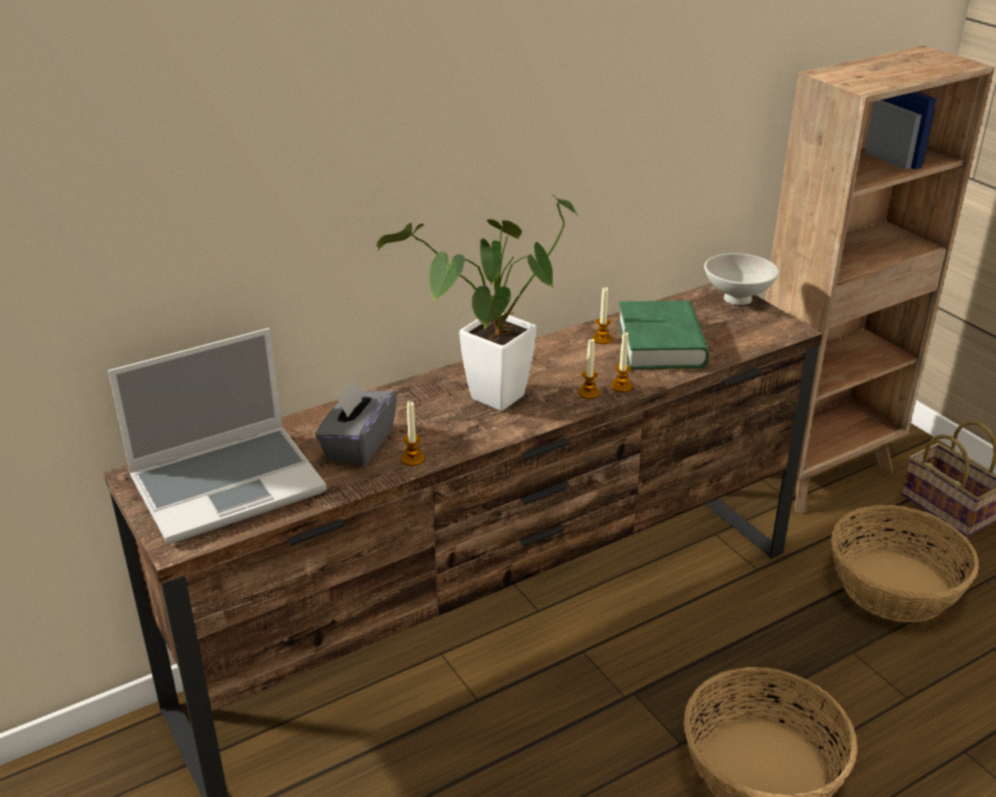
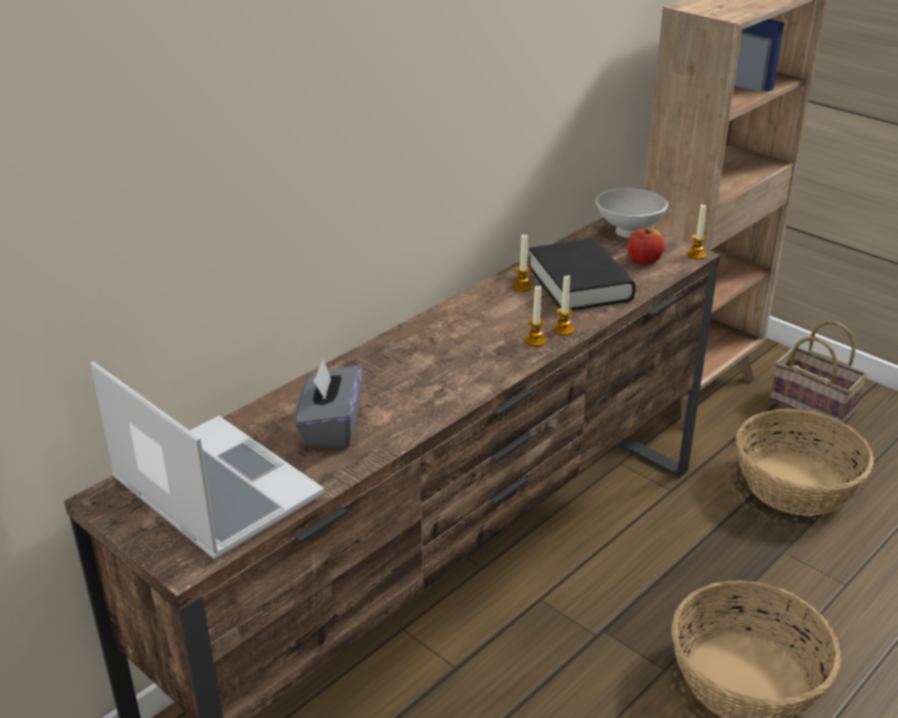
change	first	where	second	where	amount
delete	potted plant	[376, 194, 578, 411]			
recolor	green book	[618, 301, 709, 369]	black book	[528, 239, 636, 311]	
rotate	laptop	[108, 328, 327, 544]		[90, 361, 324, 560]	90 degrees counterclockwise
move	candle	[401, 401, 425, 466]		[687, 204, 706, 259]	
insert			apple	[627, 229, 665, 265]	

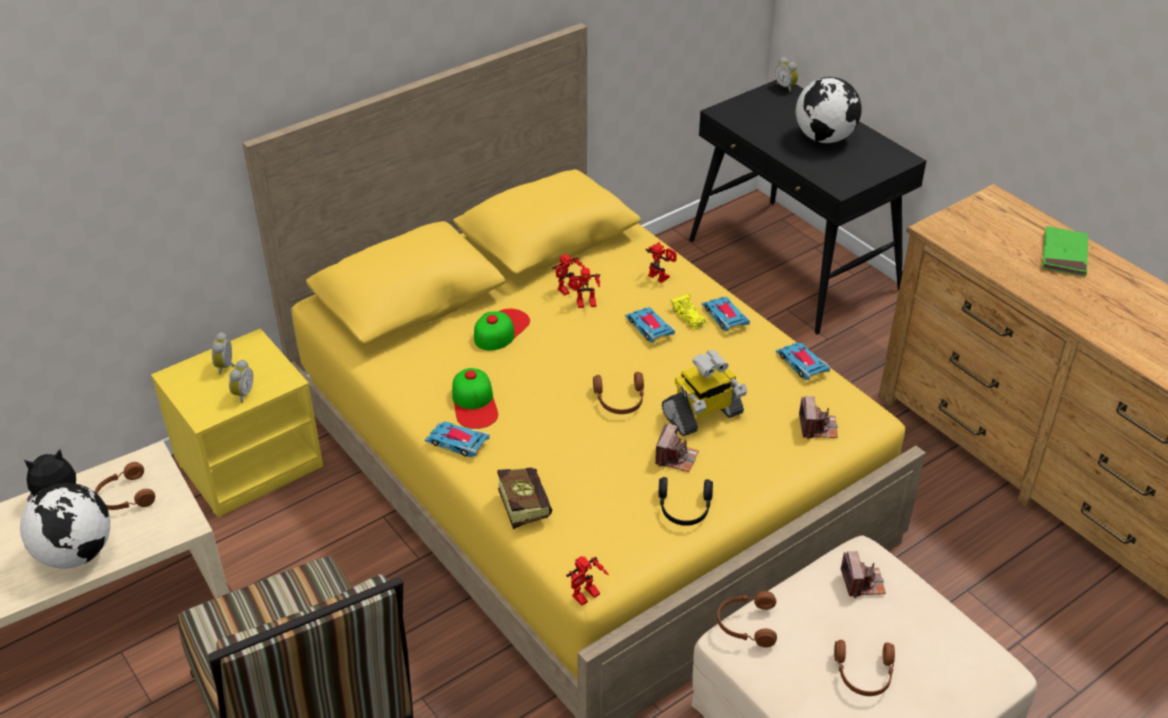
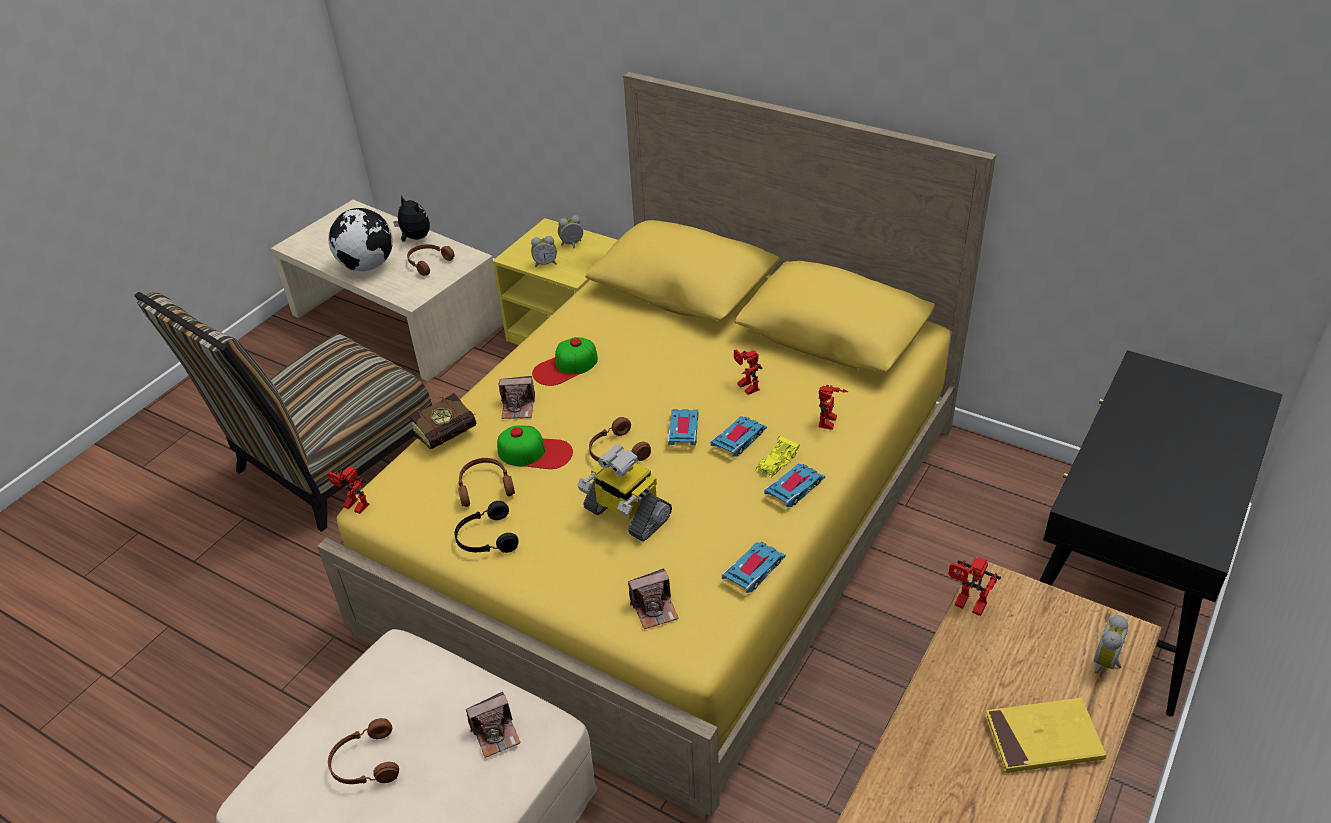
change	first	where	second	where	amount
move	alarm clock	[775, 57, 798, 92]		[1094, 615, 1128, 674]	
delete	globe	[796, 77, 862, 143]			
recolor	green book	[1042, 226, 1088, 276]	yellow book	[985, 698, 1106, 773]	
move	toy robot	[553, 254, 585, 295]		[948, 557, 1001, 616]	
move	cap	[474, 309, 530, 351]		[497, 425, 573, 469]	
move	toy car	[425, 422, 490, 457]		[668, 409, 698, 446]	
move	photo camera	[655, 423, 699, 472]		[498, 376, 535, 419]	
move	brown headphones	[717, 591, 777, 647]		[458, 458, 515, 507]	

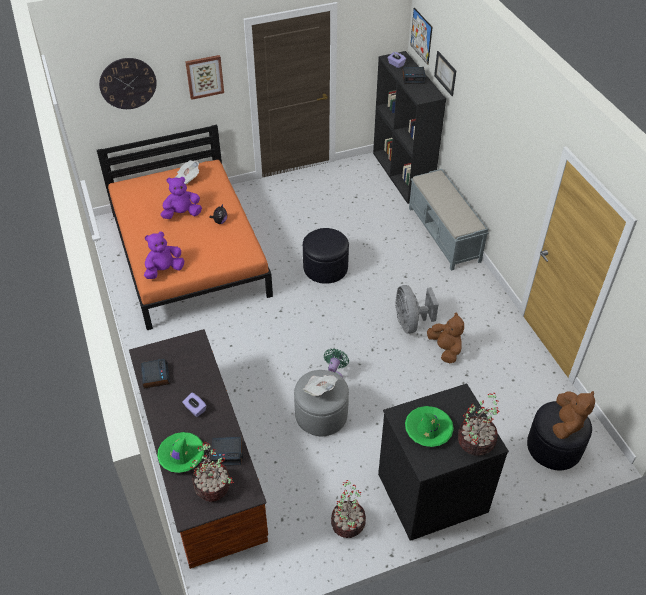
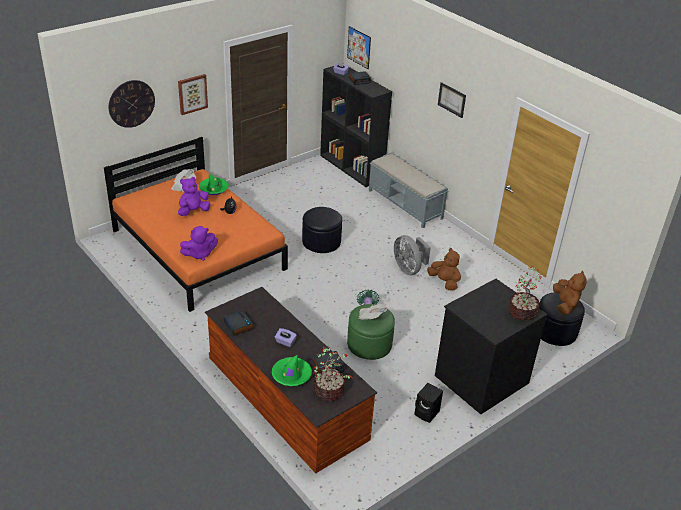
change	first	where	second	where	amount
move	picture	[434, 51, 456, 96]		[438, 82, 466, 118]	
rotate	purple plush toy	[144, 232, 184, 279]		[180, 226, 218, 261]	150 degrees counterclockwise
recolor	grey ottoman	[294, 370, 349, 436]	green ottoman	[347, 304, 395, 360]	
move	green hat	[405, 406, 454, 447]		[199, 174, 229, 195]	
replace	potted plant	[331, 480, 366, 538]	black speaker	[414, 383, 443, 423]	

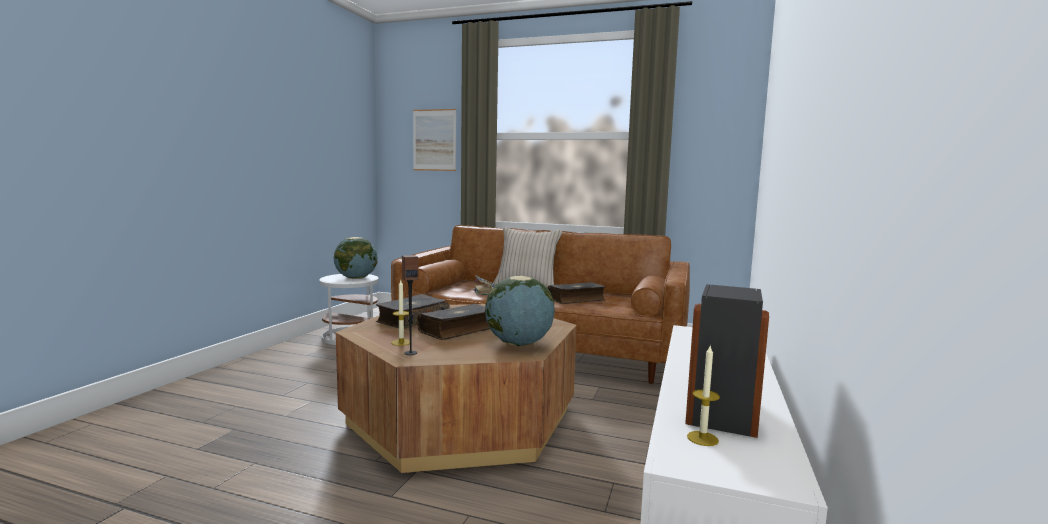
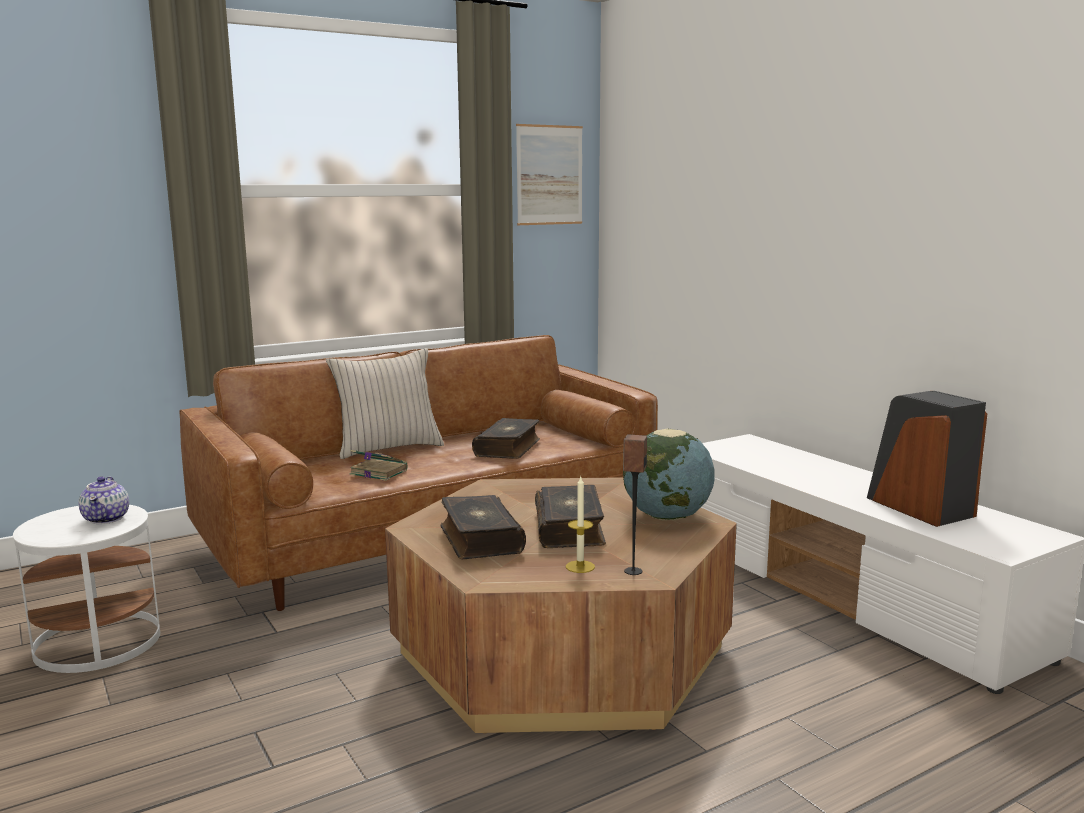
change	first	where	second	where	amount
move	picture	[413, 109, 456, 171]		[516, 124, 583, 225]	
replace	globe	[334, 237, 378, 279]	teapot	[78, 476, 129, 524]	
delete	candle	[687, 346, 720, 446]			

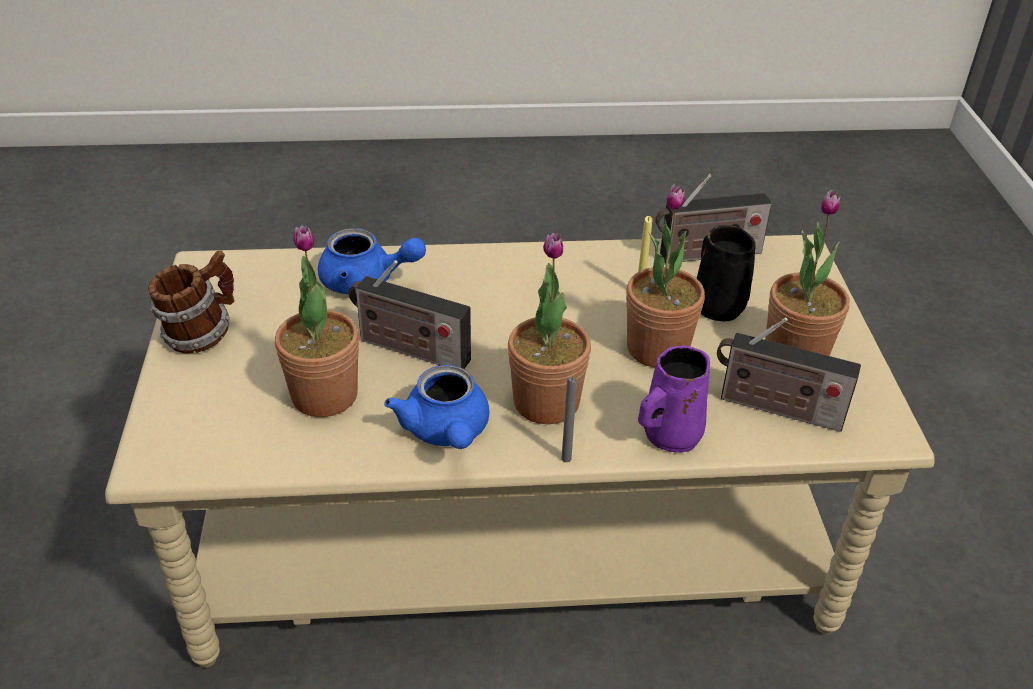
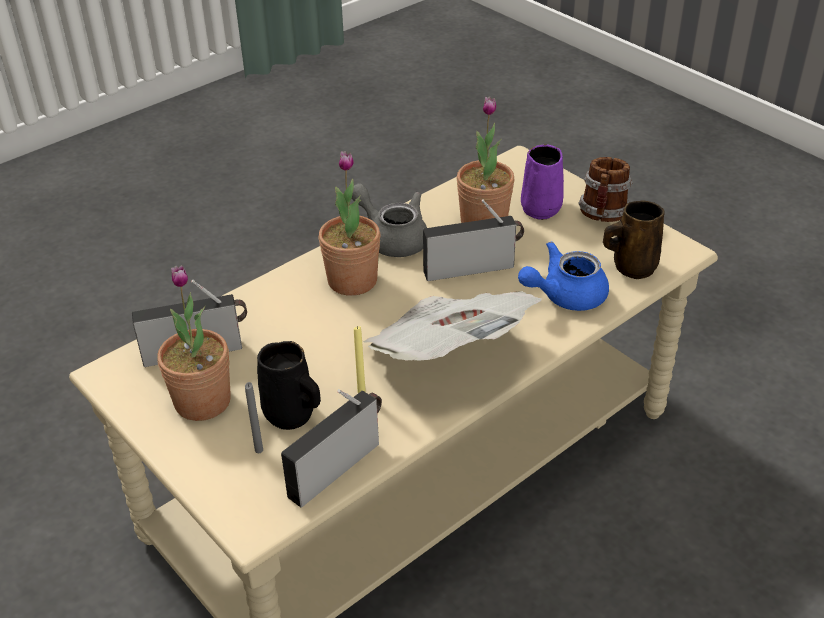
change	first	where	second	where	amount
delete	potted plant	[626, 184, 705, 368]			
move	purple mug	[638, 346, 710, 453]		[521, 144, 564, 220]	
recolor	blue teapot	[384, 365, 490, 449]	grey teapot	[352, 184, 427, 257]	
move	grey candle	[562, 377, 577, 462]		[245, 382, 263, 453]	
insert			brown mug	[603, 200, 665, 279]	
insert			newspaper	[363, 291, 542, 361]	

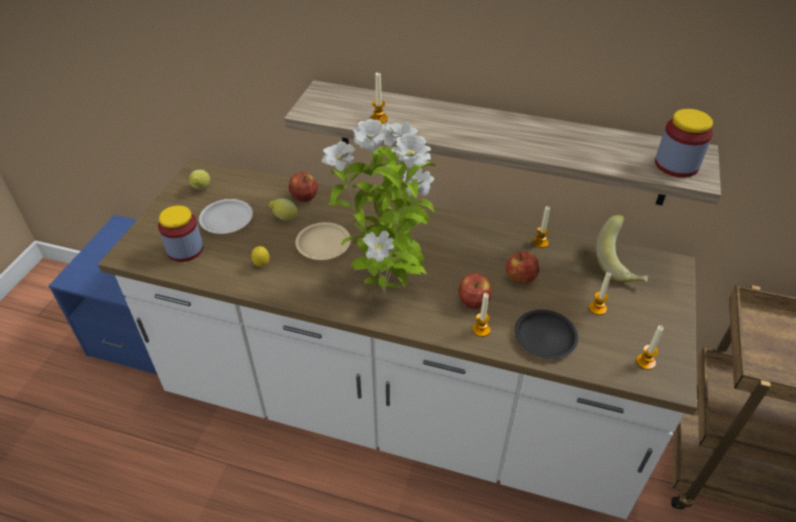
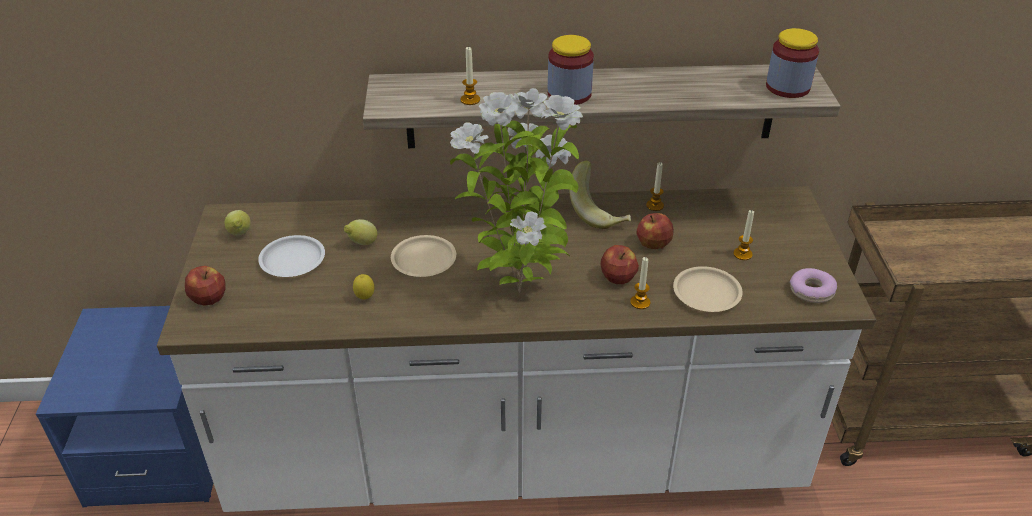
change	first	where	second	where	amount
move	apple	[288, 172, 318, 202]		[185, 266, 226, 306]	
move	jar	[158, 205, 203, 262]		[548, 35, 594, 105]	
move	banana	[596, 215, 648, 283]		[569, 160, 631, 229]	
recolor	black plate	[514, 310, 578, 359]	beige plate	[673, 266, 743, 312]	
replace	candle	[636, 325, 664, 370]	donut	[790, 268, 837, 303]	

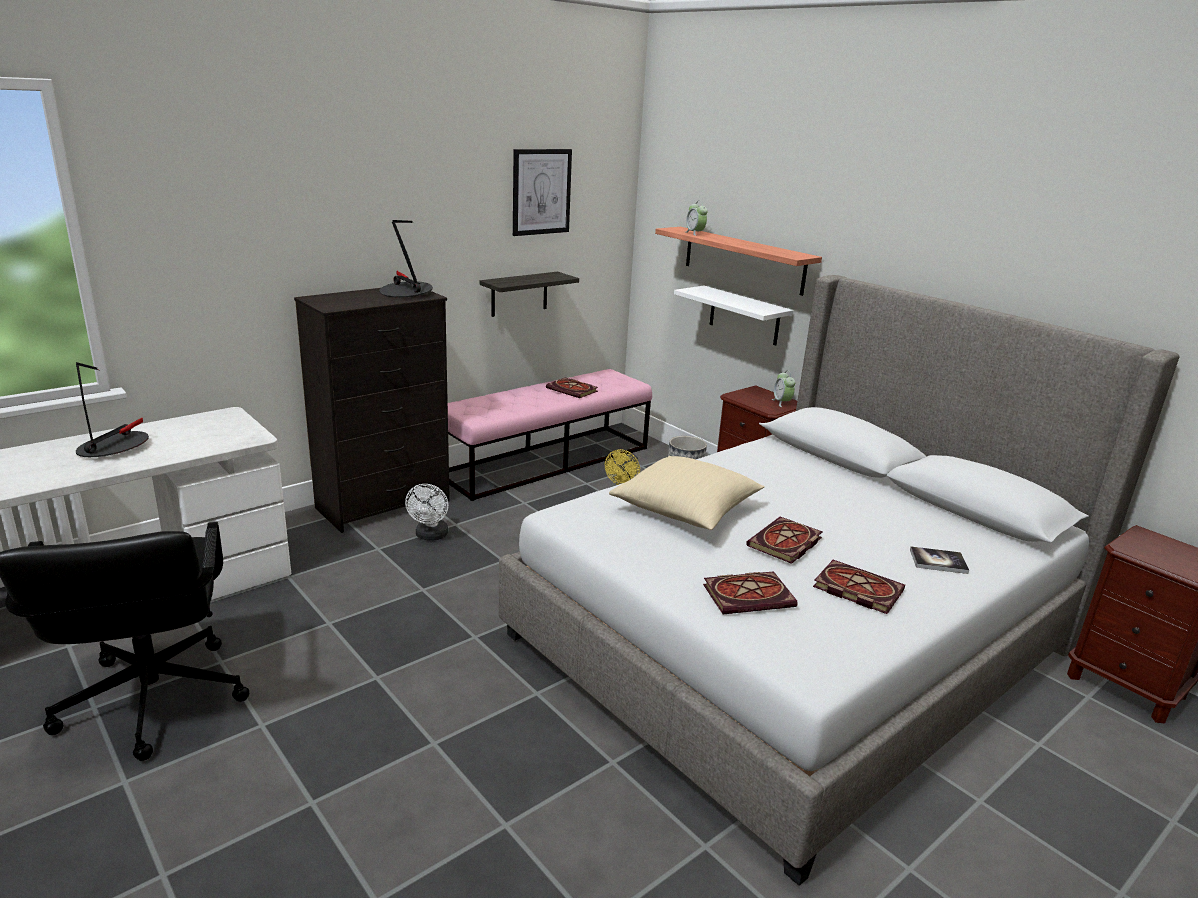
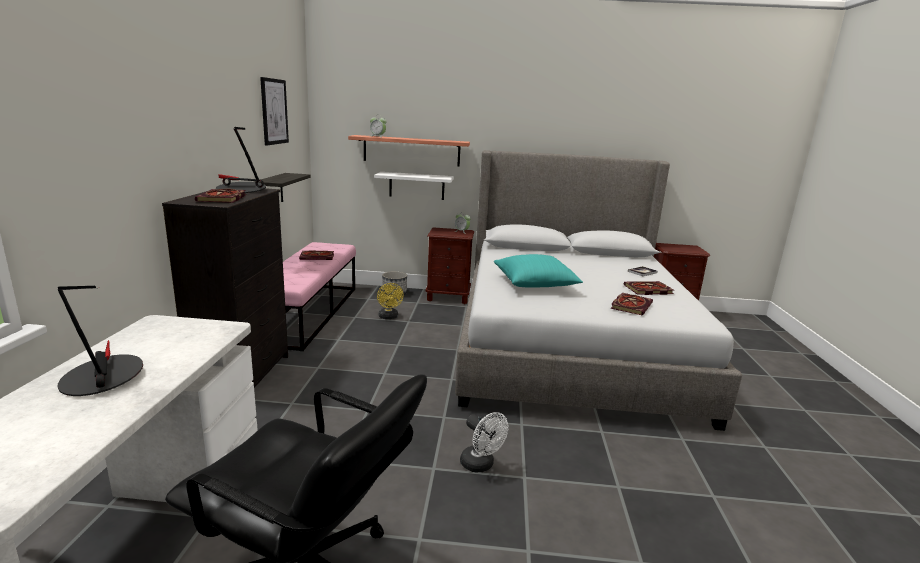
change	first	where	second	where	amount
recolor	beige pillow	[609, 456, 765, 530]	turquoise pillow	[494, 254, 583, 287]	
move	white fan	[405, 484, 449, 540]		[460, 412, 509, 472]	
move	book	[746, 517, 822, 564]		[195, 189, 246, 203]	

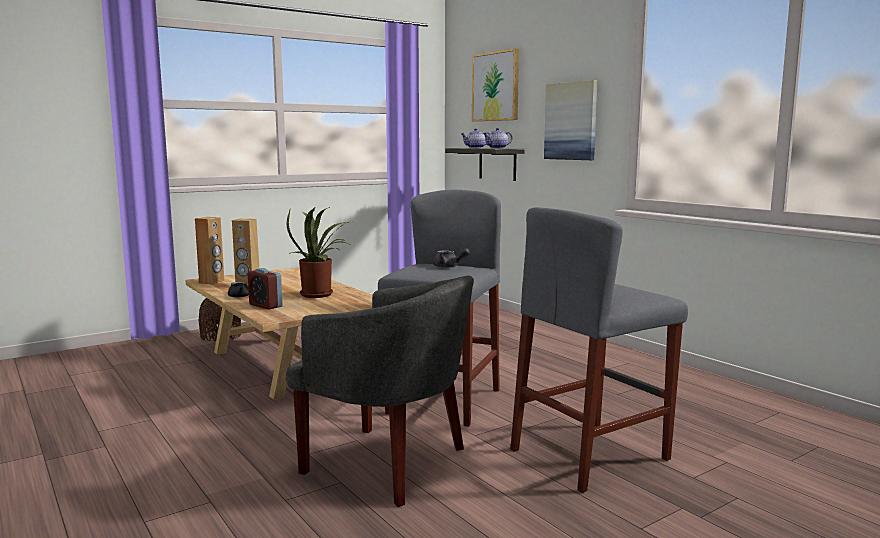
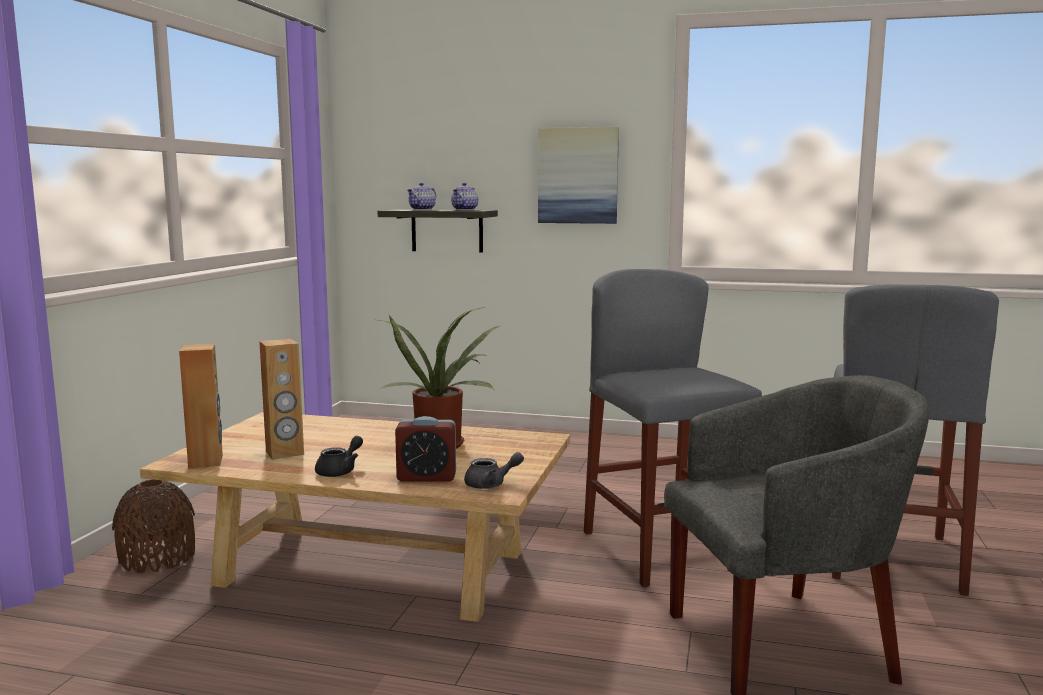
change	first	where	second	where	amount
delete	picture	[472, 48, 519, 122]			
move	grey teapot	[433, 248, 470, 268]		[464, 452, 524, 489]	

